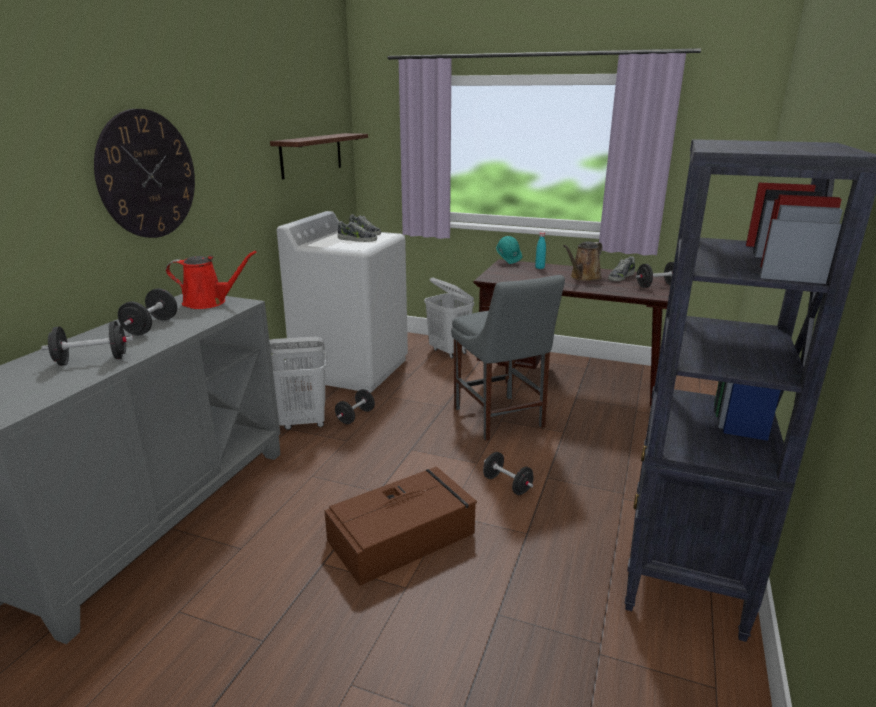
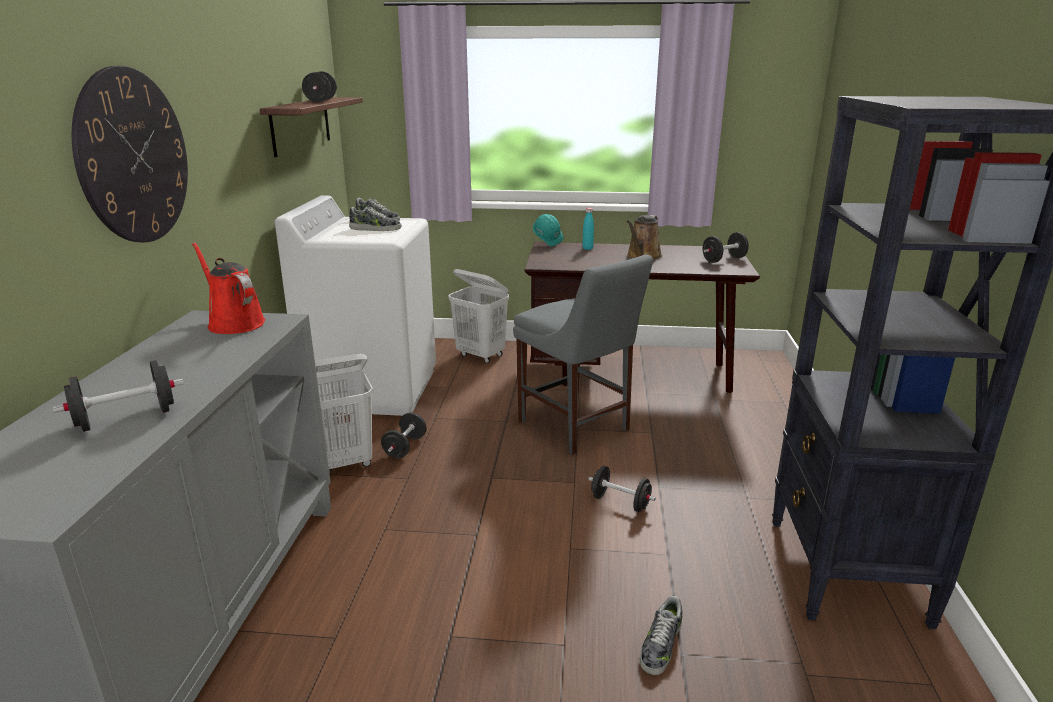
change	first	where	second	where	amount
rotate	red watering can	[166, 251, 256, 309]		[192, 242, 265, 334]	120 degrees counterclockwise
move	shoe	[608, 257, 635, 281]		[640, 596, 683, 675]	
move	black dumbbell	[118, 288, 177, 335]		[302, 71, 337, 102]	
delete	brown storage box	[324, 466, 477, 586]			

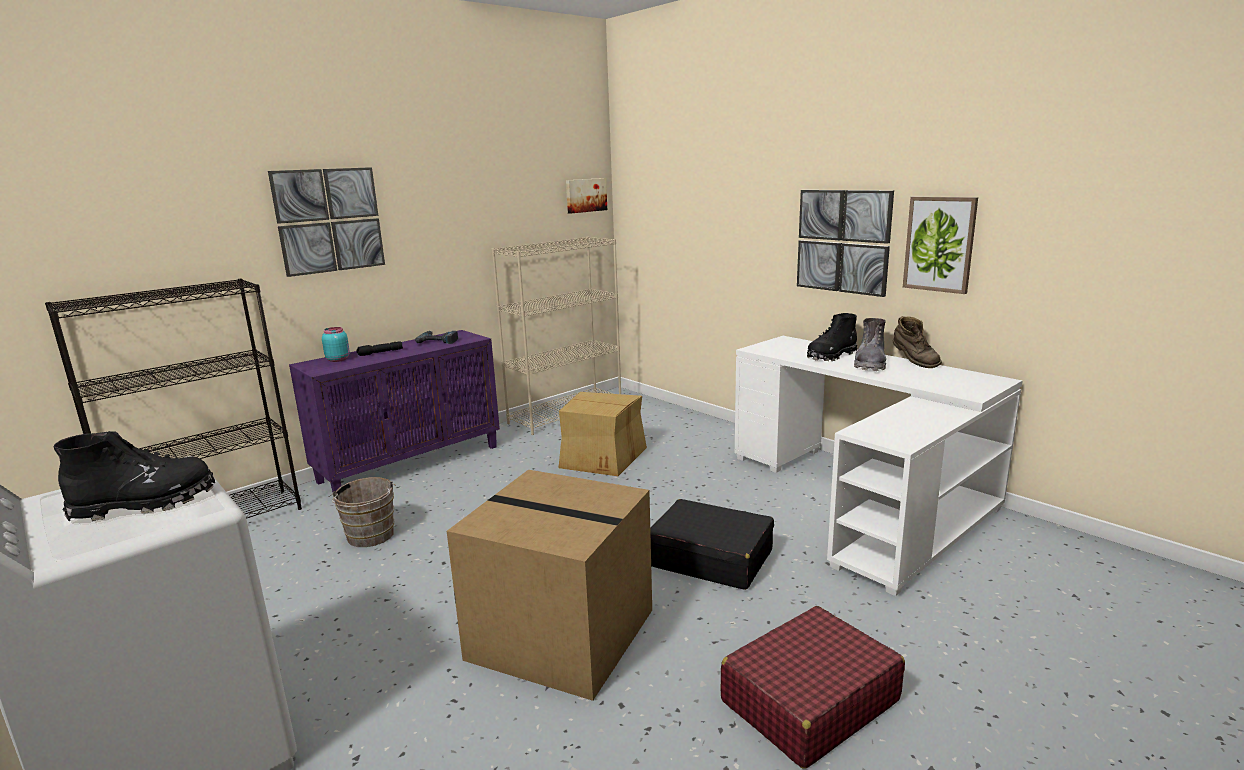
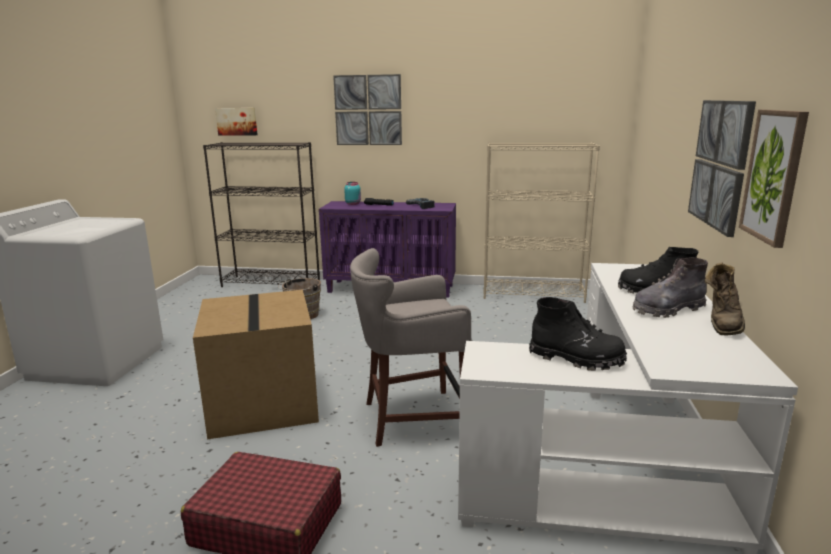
change	first	where	second	where	amount
move	picture	[566, 178, 607, 214]		[215, 108, 258, 135]	
delete	cardboard box	[558, 392, 647, 476]			
move	black boot	[54, 431, 215, 521]		[529, 297, 627, 371]	
replace	black suitcase	[650, 499, 774, 590]	grey stool	[350, 248, 471, 447]	

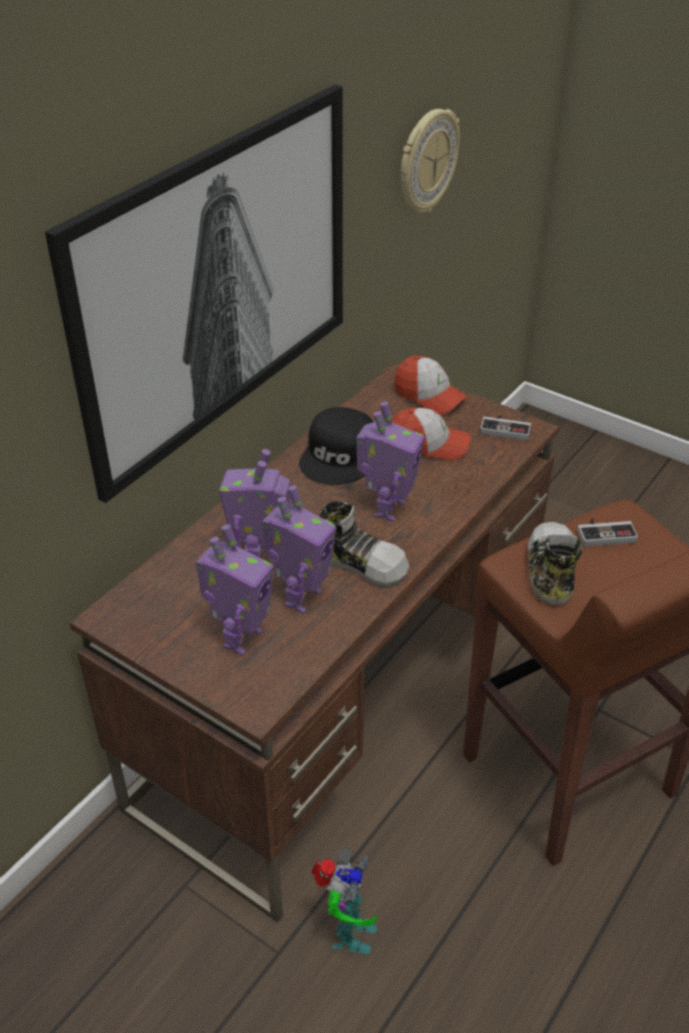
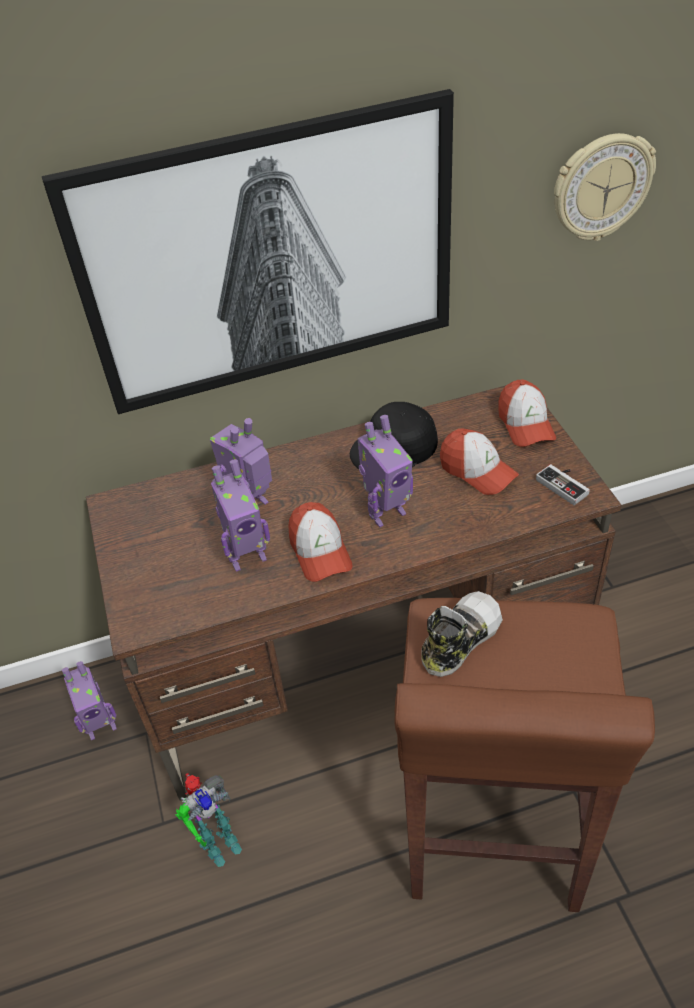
change	first	where	second	where	amount
replace	shoe	[319, 501, 409, 588]	cap	[289, 502, 352, 582]	
delete	game controller	[577, 518, 638, 547]			
move	toy robot	[196, 524, 273, 655]		[62, 661, 117, 740]	

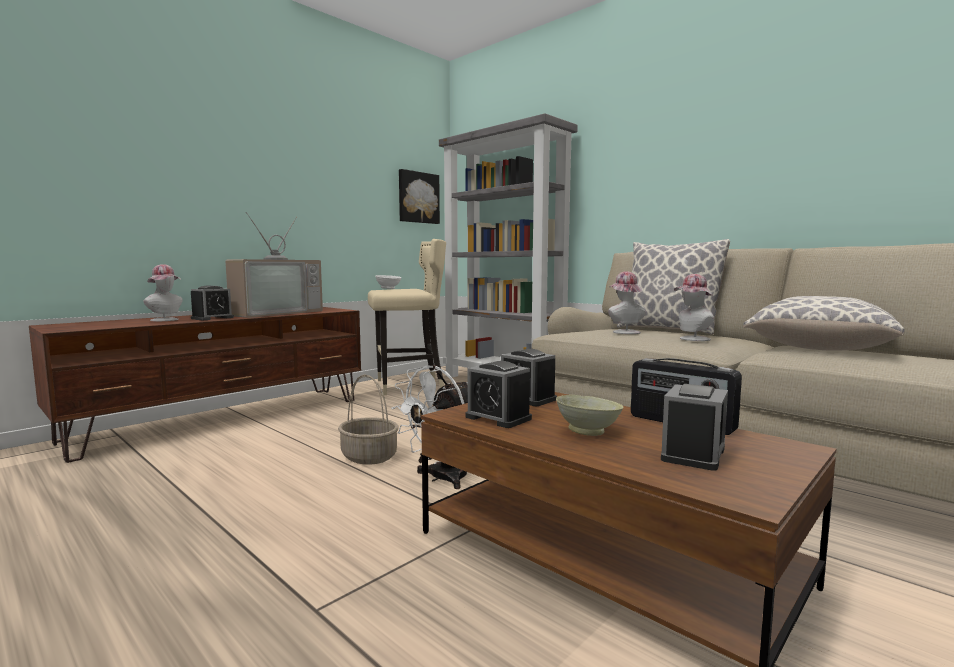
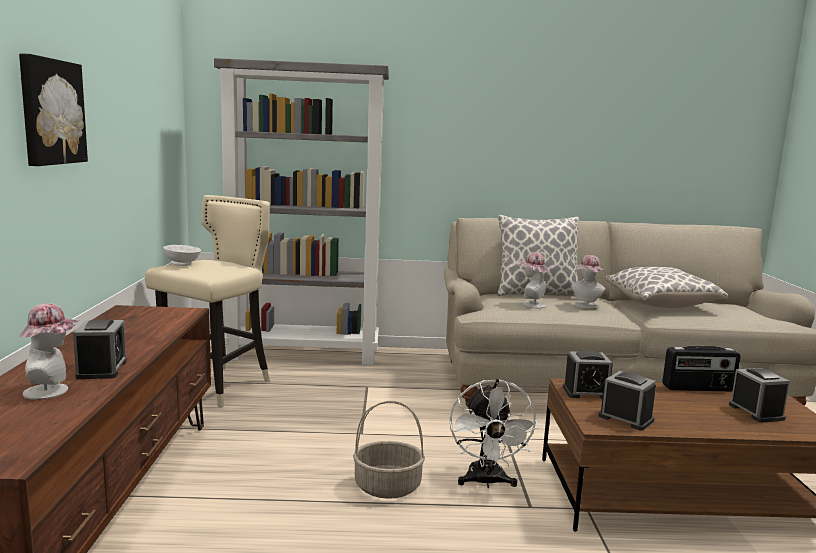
change	first	where	second	where	amount
move	picture	[399, 169, 440, 224]		[19, 53, 88, 166]	
delete	television	[225, 212, 323, 318]			
rotate	alarm clock	[465, 361, 532, 428]		[598, 371, 656, 431]	135 degrees counterclockwise
delete	beige bowl	[556, 395, 623, 436]			

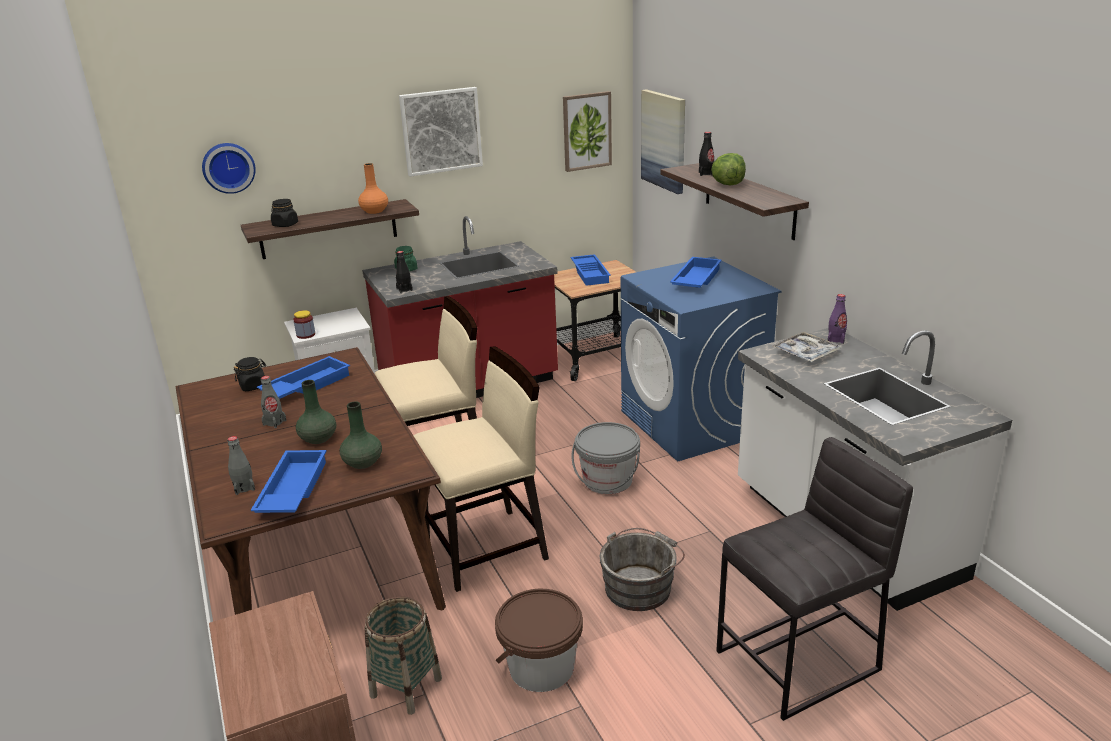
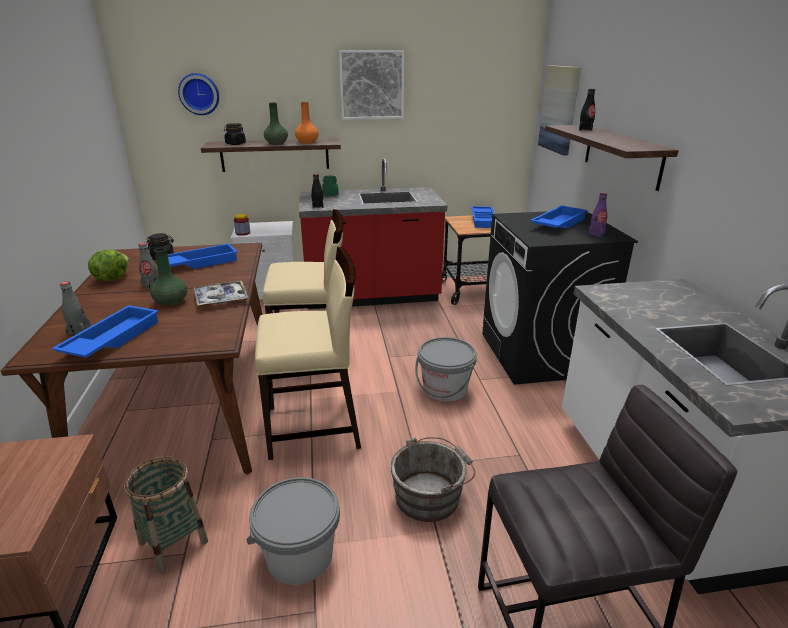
change	first	where	second	where	amount
delete	picture	[563, 91, 612, 172]			
move	lettuce	[711, 153, 746, 185]		[88, 250, 129, 281]	
recolor	blue washing machine	[621, 256, 781, 461]	black washing machine	[482, 211, 638, 385]	
move	purple bottle	[828, 294, 847, 344]		[588, 193, 607, 237]	
move	tray	[771, 332, 842, 362]		[194, 280, 248, 306]	
move	green vase	[340, 401, 382, 469]		[264, 102, 288, 145]	
recolor	brown bucket	[495, 589, 583, 692]	grey bucket	[246, 477, 340, 585]	

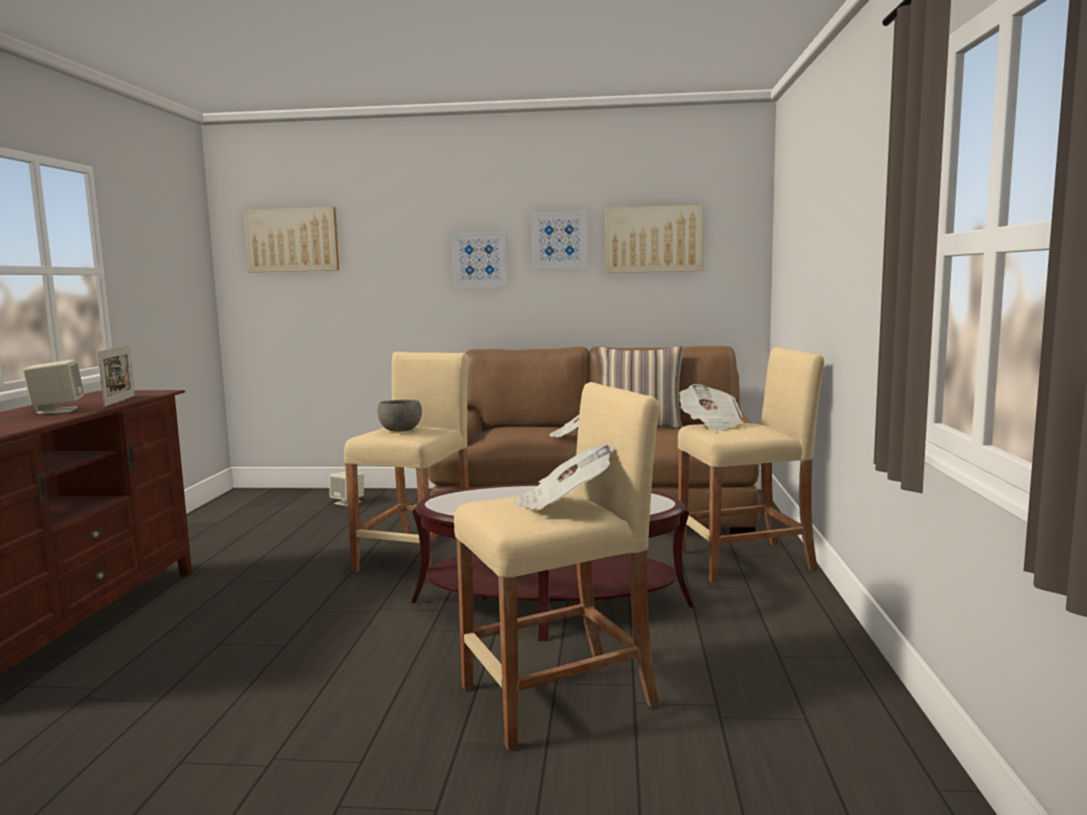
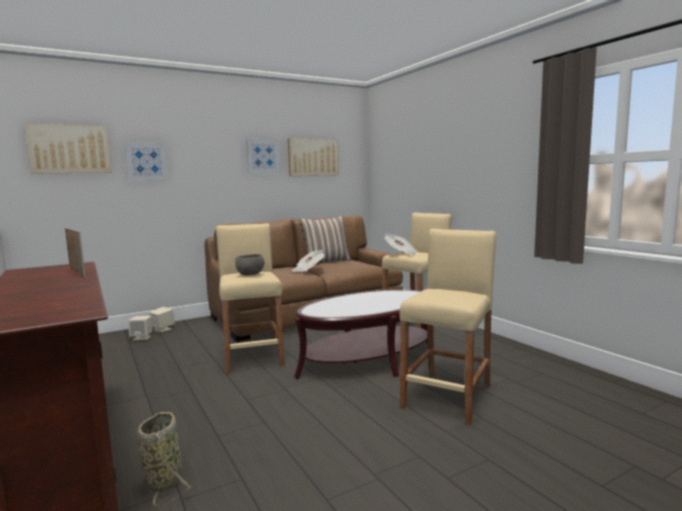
change	first	where	second	where	amount
move	picture	[451, 231, 508, 288]		[124, 142, 169, 181]	
move	beige speaker	[23, 360, 84, 414]		[149, 307, 175, 332]	
delete	newspaper	[514, 445, 616, 511]			
insert			basket	[137, 412, 191, 507]	

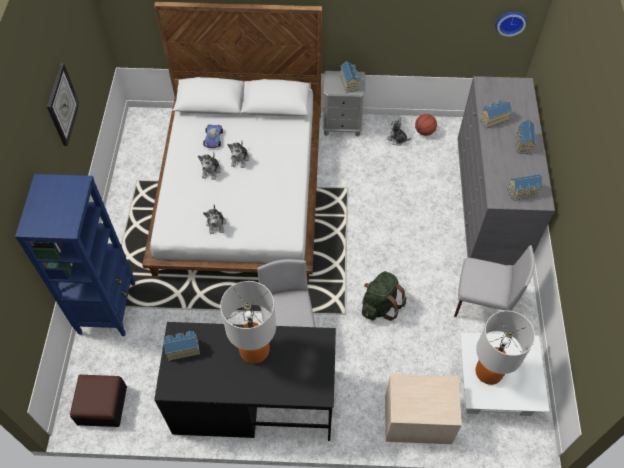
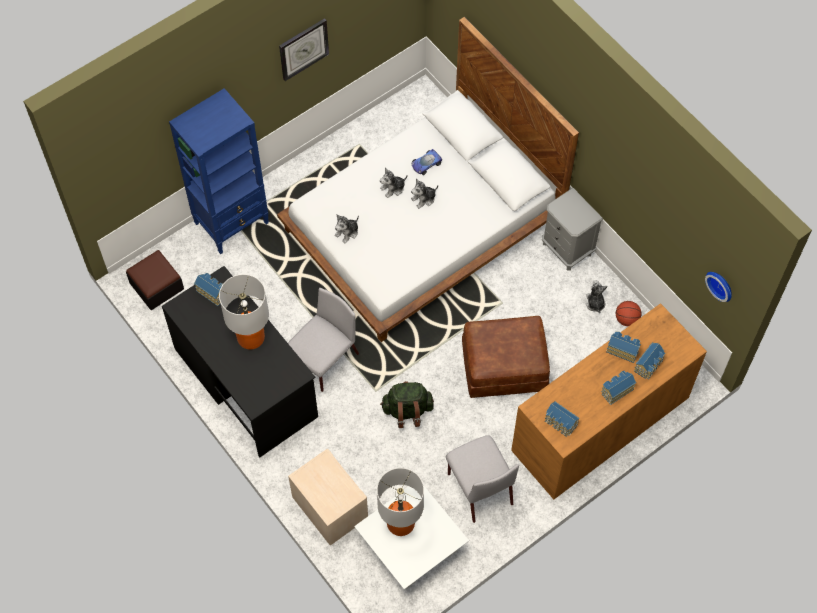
change	first	where	second	where	amount
move	toy house	[340, 61, 360, 93]		[634, 343, 666, 379]	
recolor	grey dresser	[457, 76, 555, 265]	brown dresser	[511, 303, 707, 499]	
insert			brown ottoman	[462, 316, 550, 398]	

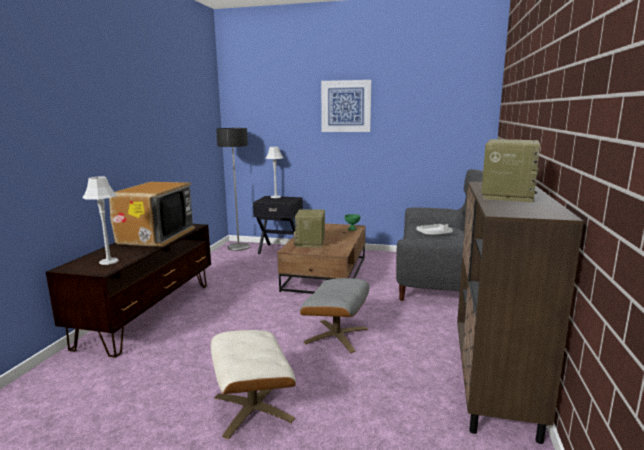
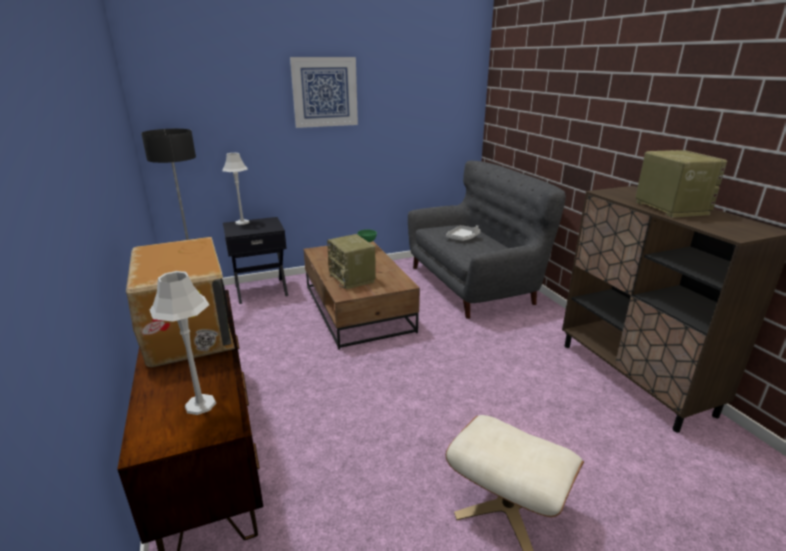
change	first	where	second	where	amount
delete	grey ottoman	[300, 278, 370, 353]			

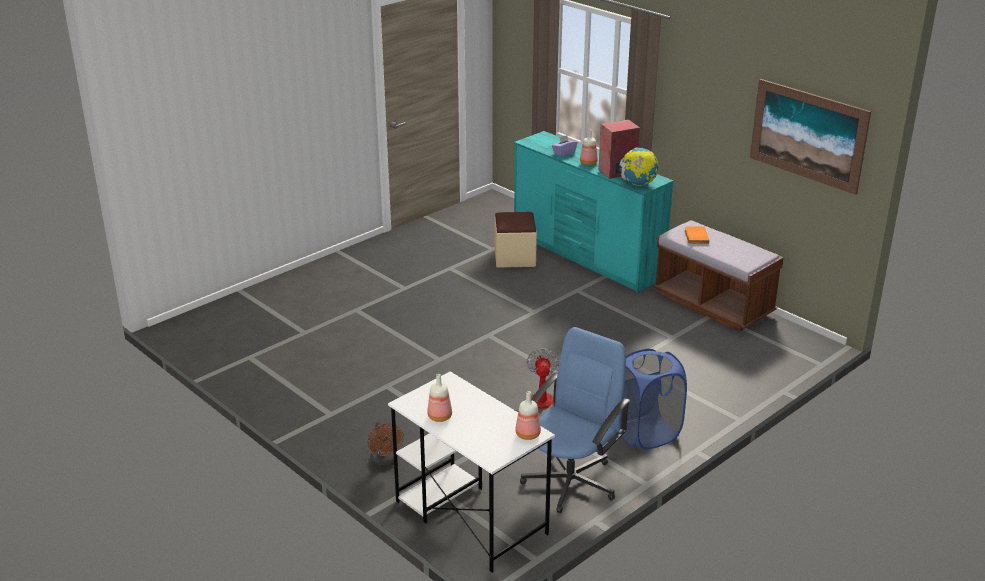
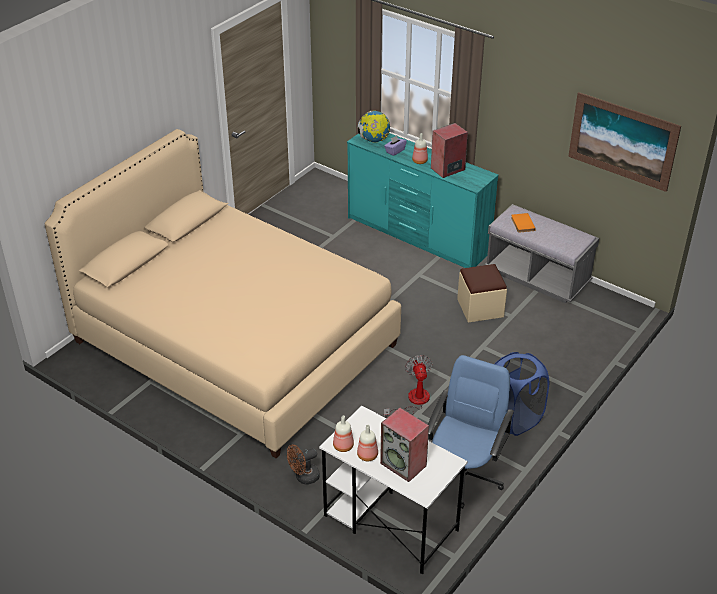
change	first	where	second	where	amount
move	globe	[619, 147, 658, 186]		[358, 111, 390, 143]	
move	beige ottoman	[495, 212, 537, 268]		[457, 264, 507, 323]	
recolor	brown bench	[653, 220, 784, 331]	grey bench	[485, 204, 599, 304]	
move	bottle	[515, 391, 541, 440]		[333, 415, 354, 452]	
rotate	brown fan	[367, 421, 404, 468]		[287, 444, 320, 485]	90 degrees clockwise
insert			beige bed	[45, 129, 401, 458]	
insert			speaker	[380, 407, 429, 482]	

